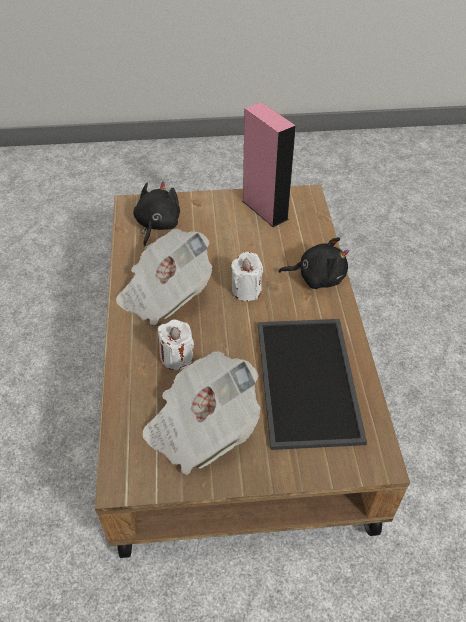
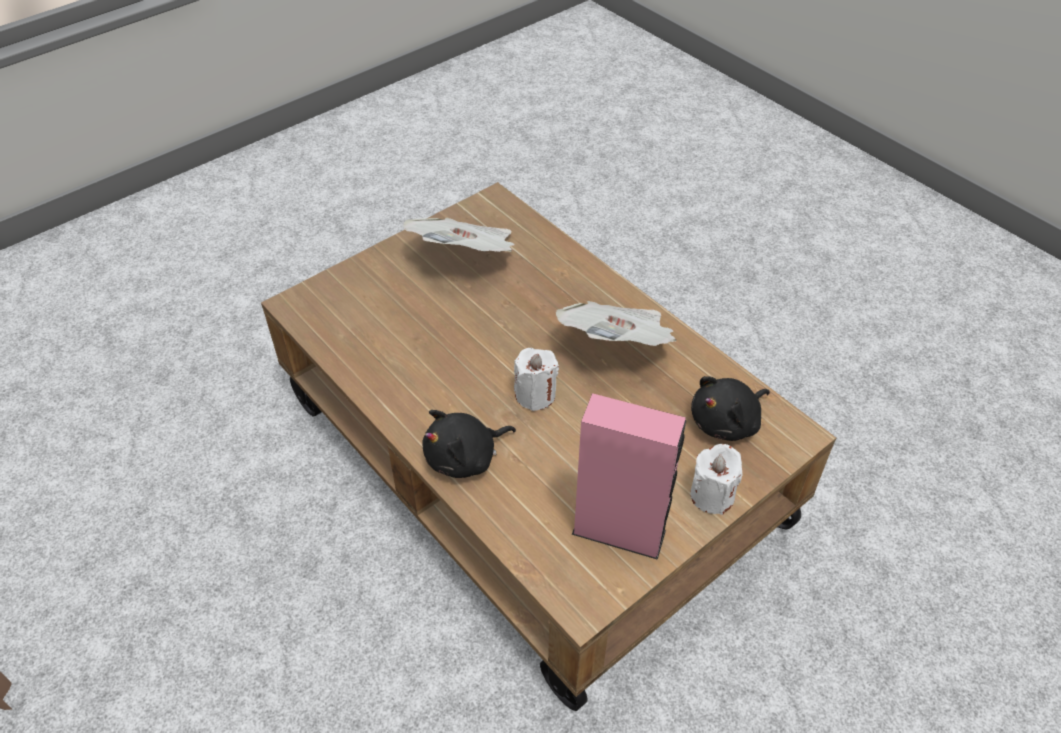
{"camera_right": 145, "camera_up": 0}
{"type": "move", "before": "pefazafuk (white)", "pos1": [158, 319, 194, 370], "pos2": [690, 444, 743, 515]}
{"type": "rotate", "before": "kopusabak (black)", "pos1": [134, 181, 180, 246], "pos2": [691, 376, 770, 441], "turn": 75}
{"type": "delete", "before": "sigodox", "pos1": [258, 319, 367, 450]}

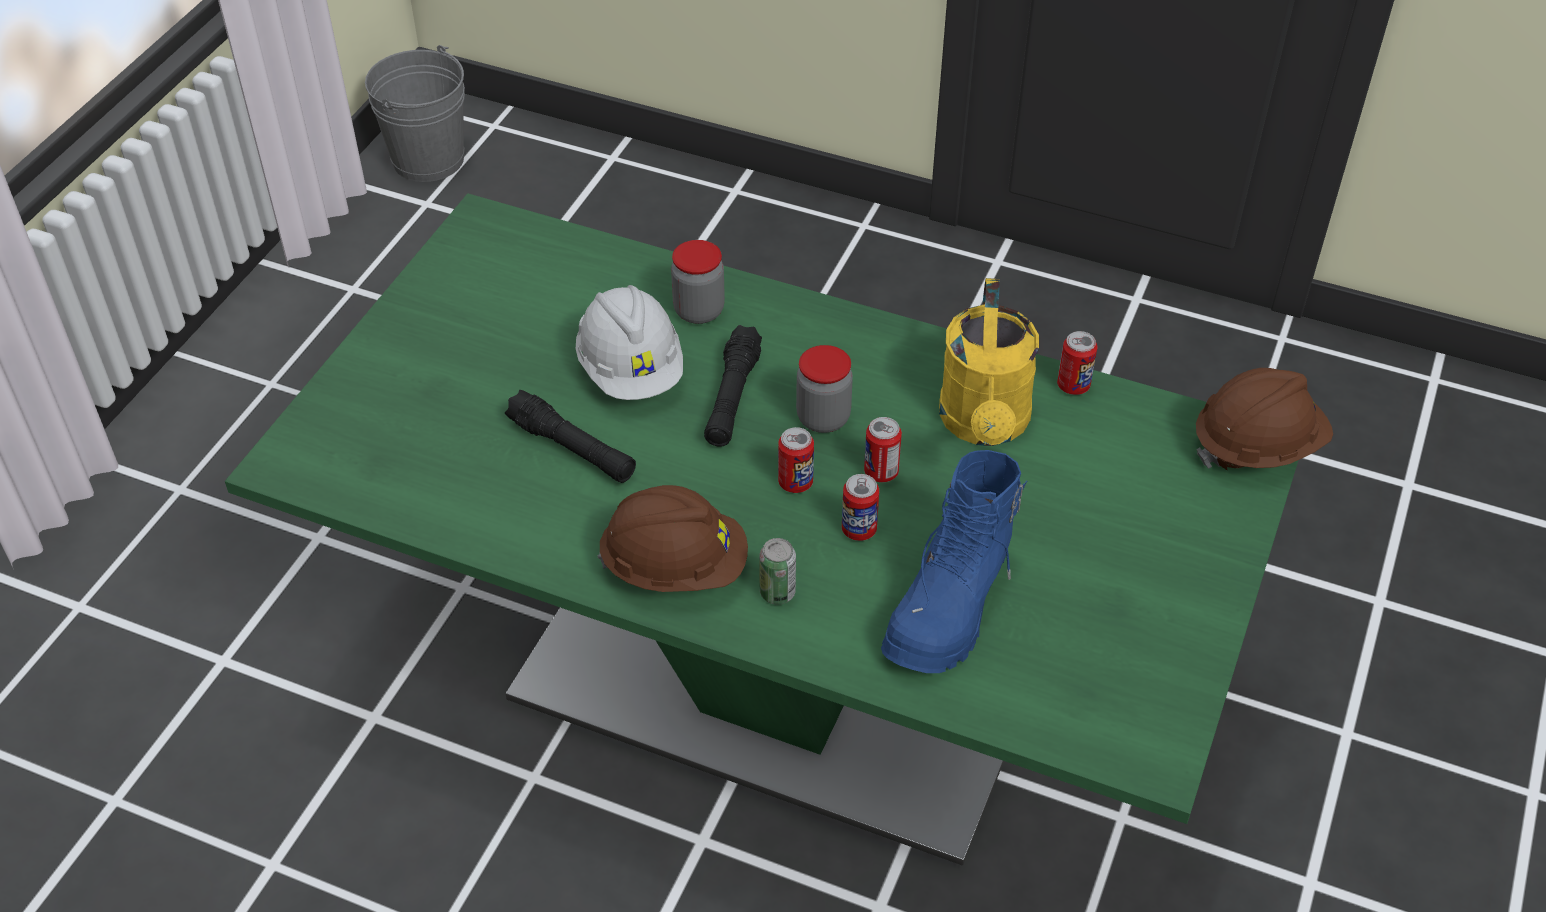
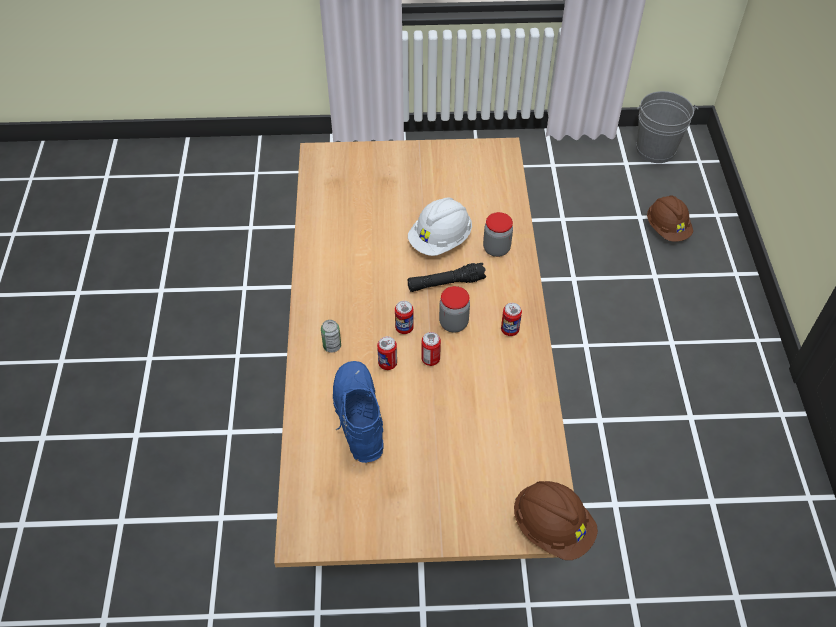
{"camera_right": 65, "camera_up": 5}
{"type": "recolor", "before": "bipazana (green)", "after": "bipazana (beige)", "pos1": [225, 193, 1298, 865], "pos2": [274, 138, 582, 567]}
{"type": "rotate", "before": "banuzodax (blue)", "pos1": [881, 450, 1027, 673], "pos2": [333, 361, 384, 463], "turn": 75}
{"type": "move", "before": "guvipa", "pos1": [1057, 331, 1097, 395], "pos2": [501, 303, 522, 336]}
{"type": "move", "before": "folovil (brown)", "pos1": [598, 485, 748, 592], "pos2": [647, 195, 693, 242]}
{"type": "delete", "before": "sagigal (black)", "pos1": [505, 390, 636, 483]}
{"type": "delete", "before": "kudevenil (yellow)", "pos1": [939, 278, 1039, 446]}

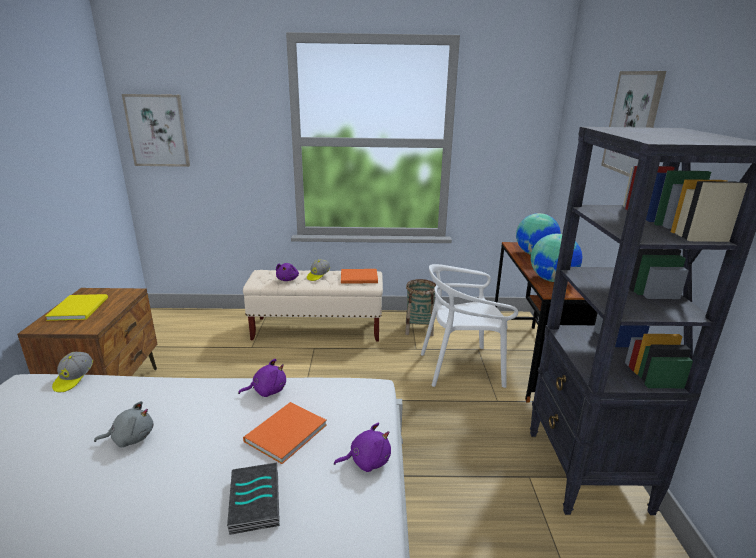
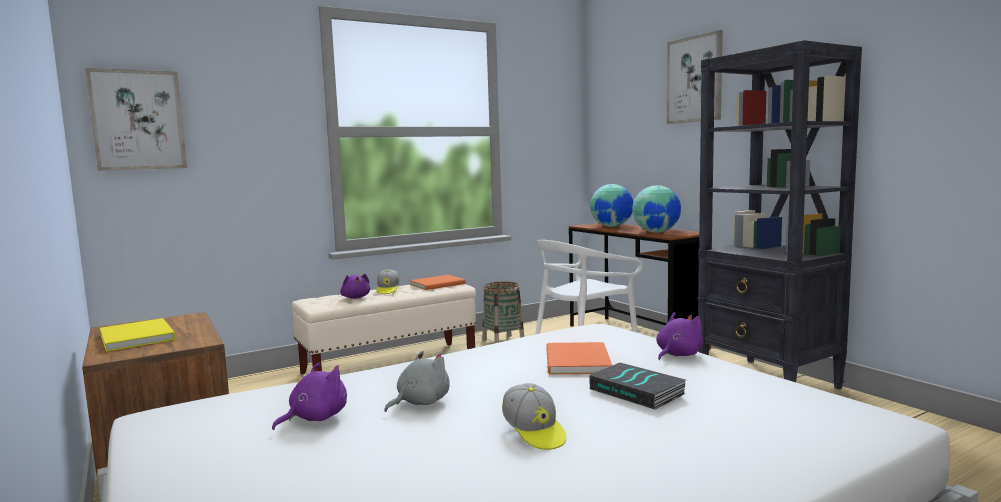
{"camera_right": -30, "camera_up": -15}
{"type": "move", "before": "kopusabak (purple)", "pos1": [238, 359, 286, 397], "pos2": [272, 362, 347, 430]}
{"type": "move", "before": "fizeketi", "pos1": [52, 352, 93, 392], "pos2": [502, 383, 566, 450]}

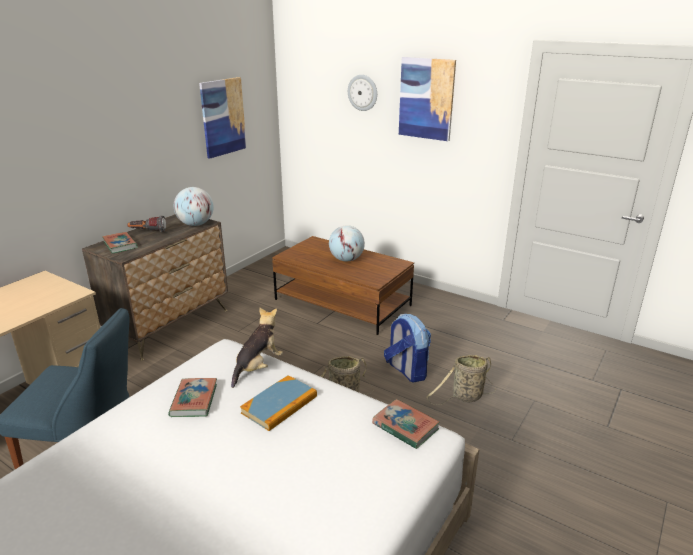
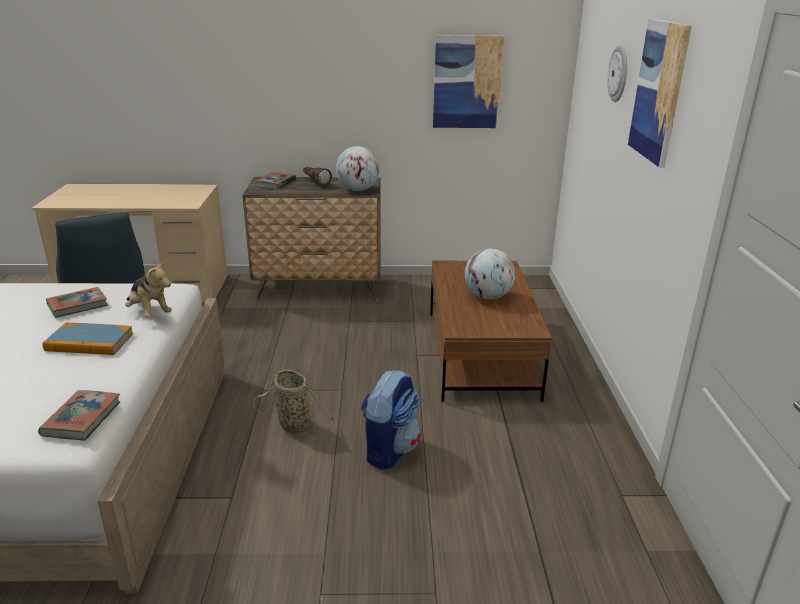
{"camera_right": 55, "camera_up": 0}
{"type": "rotate", "before": "kopusabak", "pos1": [231, 307, 283, 388], "pos2": [125, 261, 172, 317], "turn": 45}
{"type": "delete", "before": "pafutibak", "pos1": [426, 355, 496, 405]}

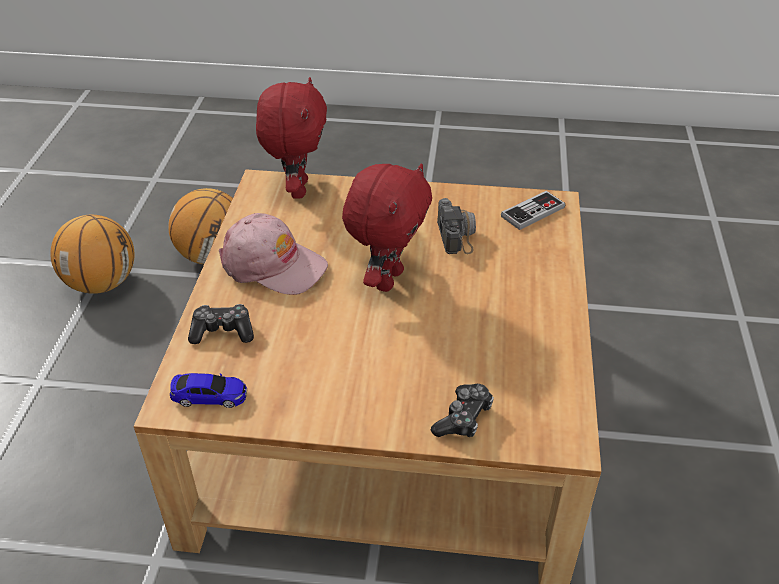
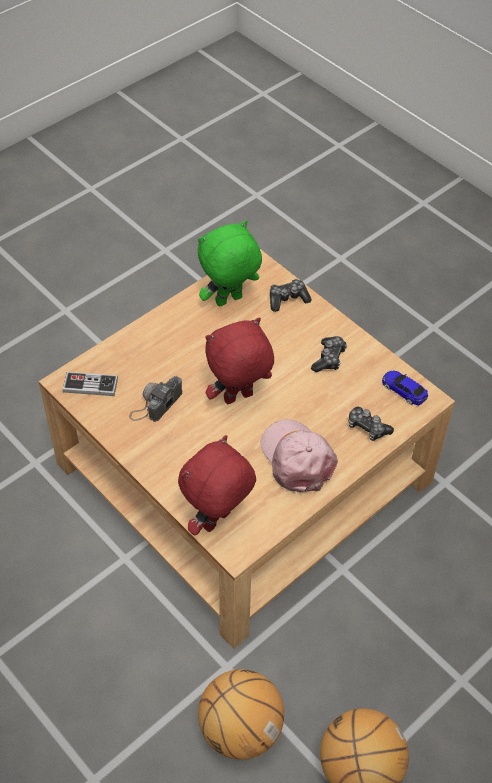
{"camera_right": -140, "camera_up": 10}
{"type": "insert", "after": "kopusabak (green)", "pos2": [198, 220, 262, 307]}
{"type": "insert", "after": "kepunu", "pos2": [311, 336, 347, 372]}

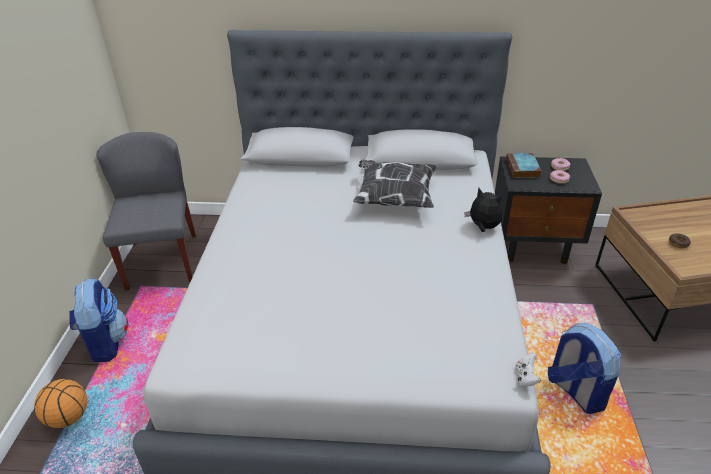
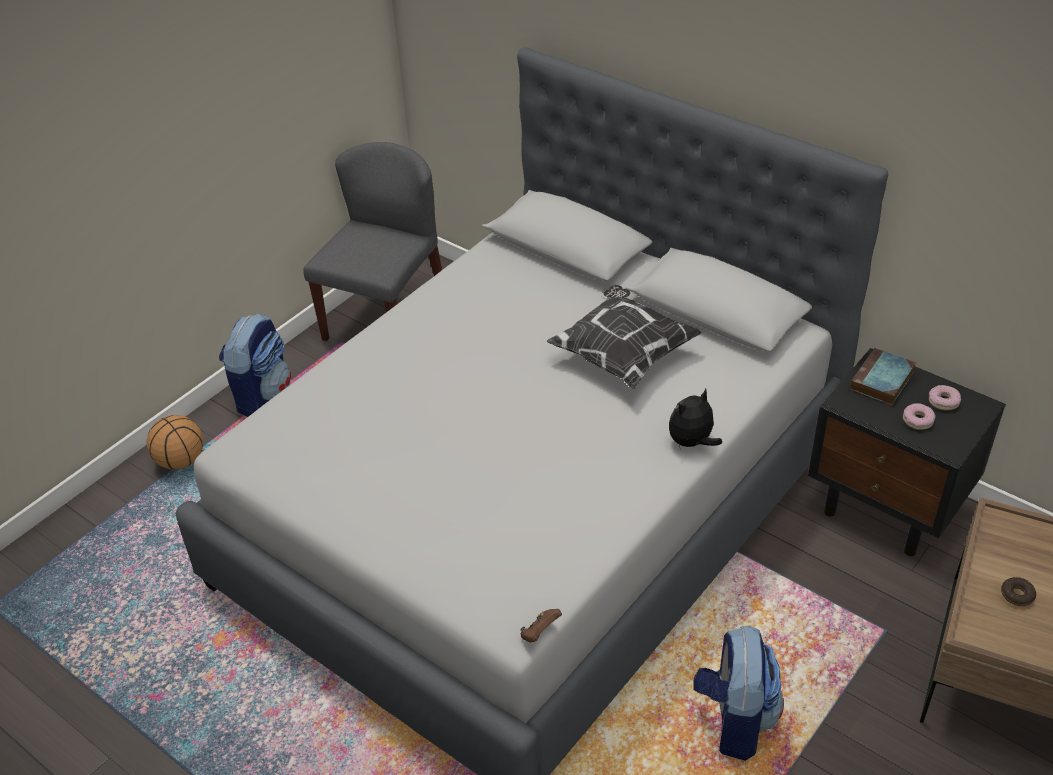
{"camera_right": 35, "camera_up": 5}
{"type": "recolor", "before": "kepunu (white)", "after": "kepunu (brown)", "pos1": [515, 353, 541, 387], "pos2": [520, 609, 562, 642]}
{"type": "rotate", "before": "kopusabak", "pos1": [464, 188, 503, 232], "pos2": [669, 389, 722, 447], "turn": -105}

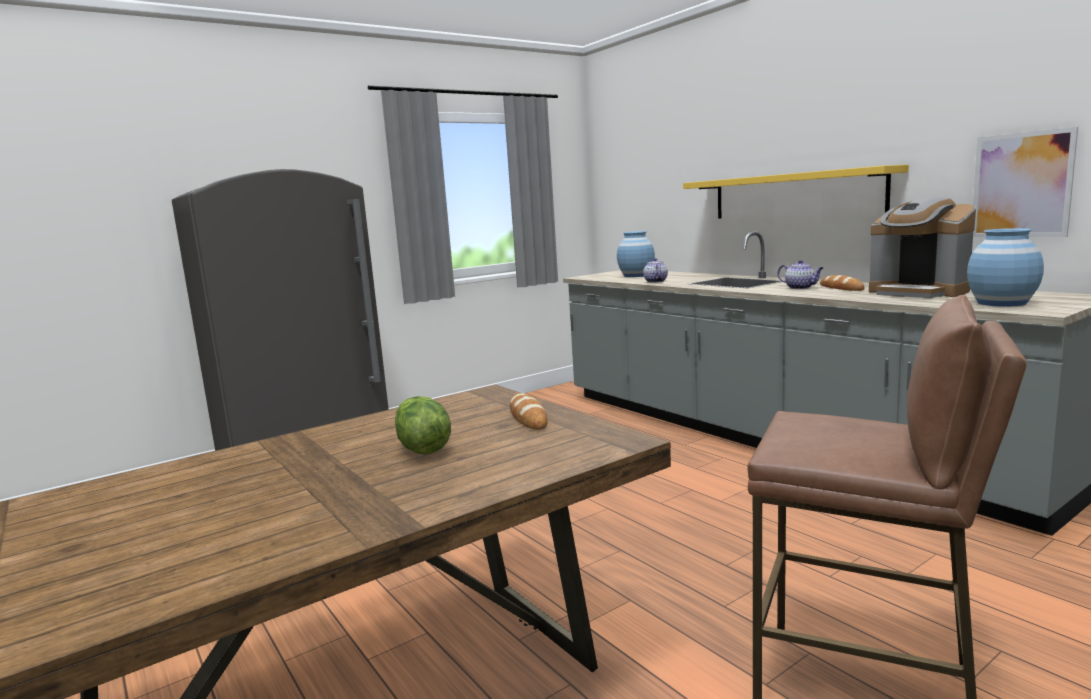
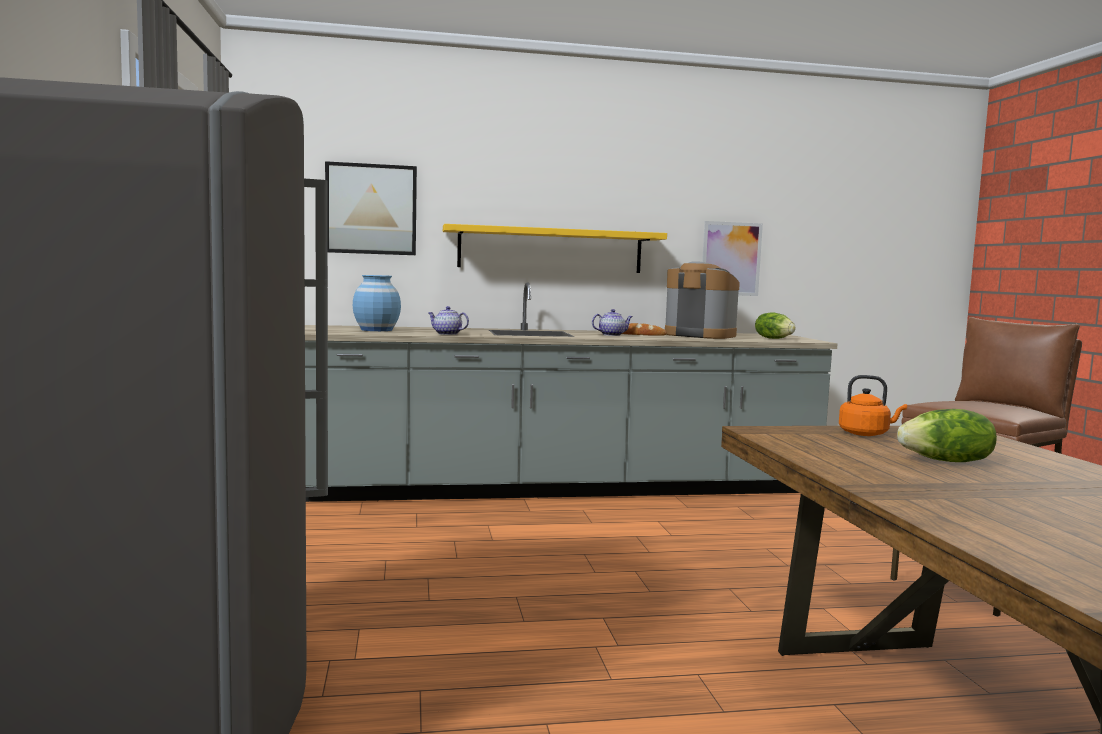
{"camera_right": -65, "camera_up": -5}
{"type": "insert", "after": "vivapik", "pos2": [325, 161, 417, 255]}
{"type": "rotate", "before": "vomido", "pos1": [869, 197, 976, 298], "pos2": [665, 261, 740, 339], "turn": -135}
{"type": "replace", "before": "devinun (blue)", "after": "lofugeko", "pos1": [967, 228, 1044, 307], "pos2": [755, 312, 796, 339]}
{"type": "replace", "before": "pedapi", "after": "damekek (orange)", "pos1": [510, 393, 548, 430], "pos2": [839, 375, 907, 436]}

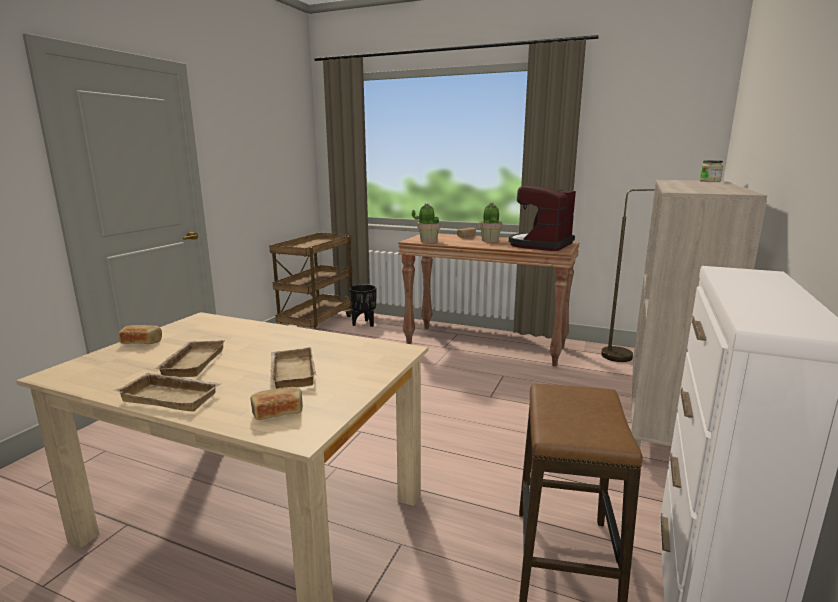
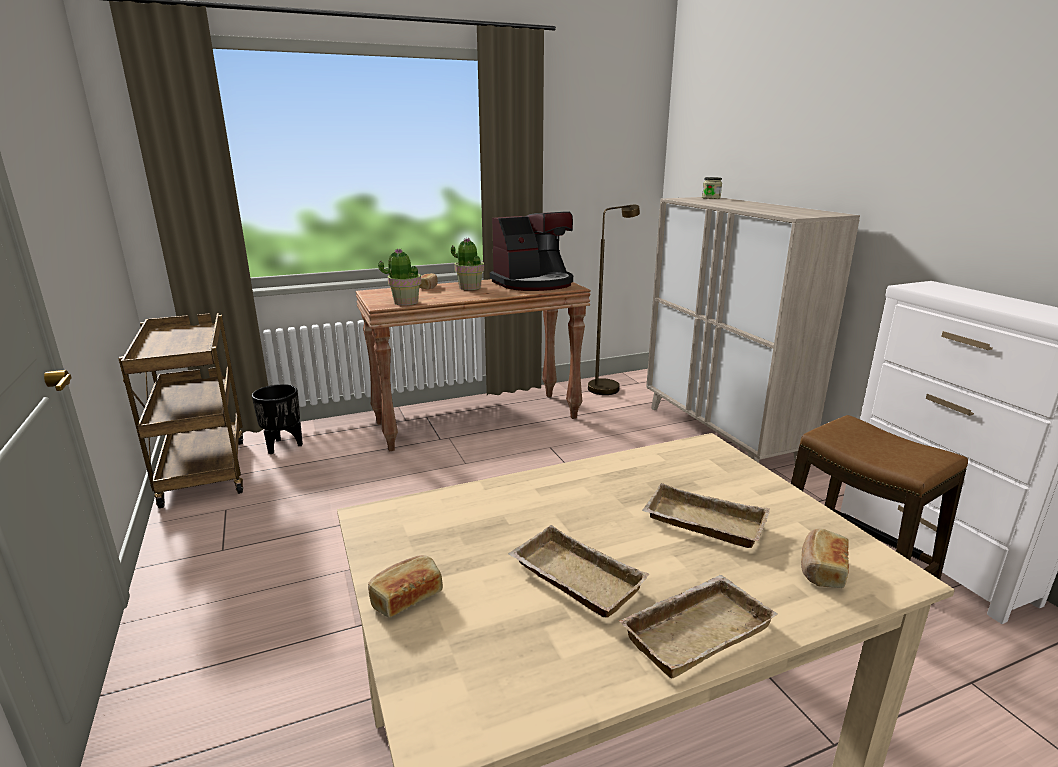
{"camera_right": -45, "camera_up": 5}
{"type": "rotate", "before": "vomido", "pos1": [509, 185, 576, 251], "pos2": [490, 212, 573, 291], "turn": -105}

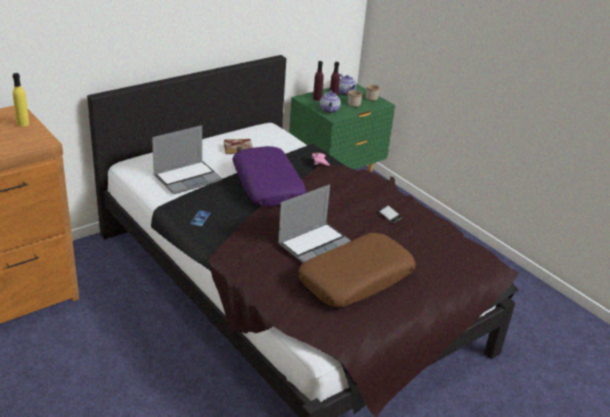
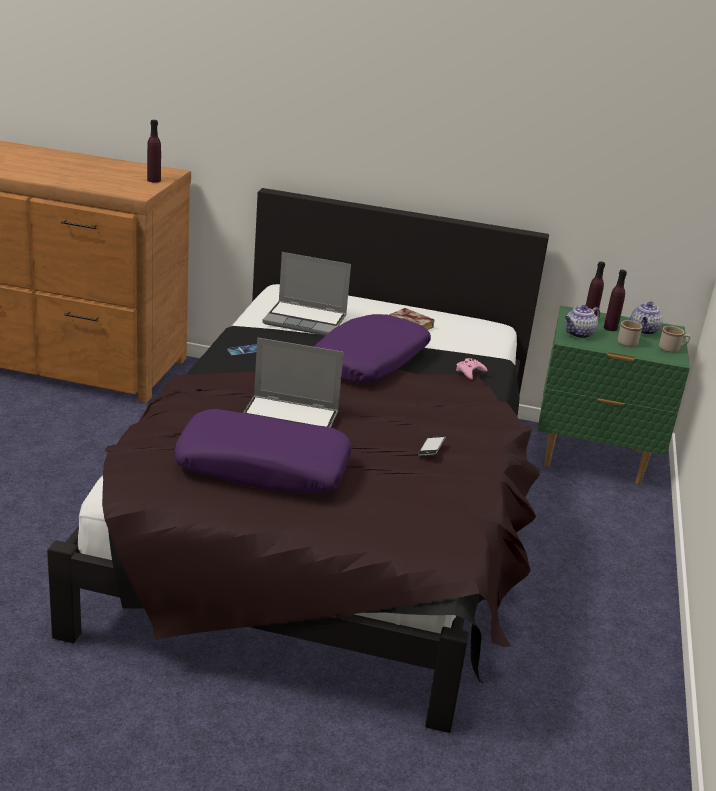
{"camera_right": 50, "camera_up": -5}
{"type": "recolor", "before": "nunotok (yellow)", "after": "nunotok (purple)", "pos1": [13, 73, 30, 127], "pos2": [147, 120, 161, 183]}
{"type": "recolor", "before": "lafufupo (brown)", "after": "lafufupo (purple)", "pos1": [298, 233, 415, 308], "pos2": [174, 409, 351, 494]}

